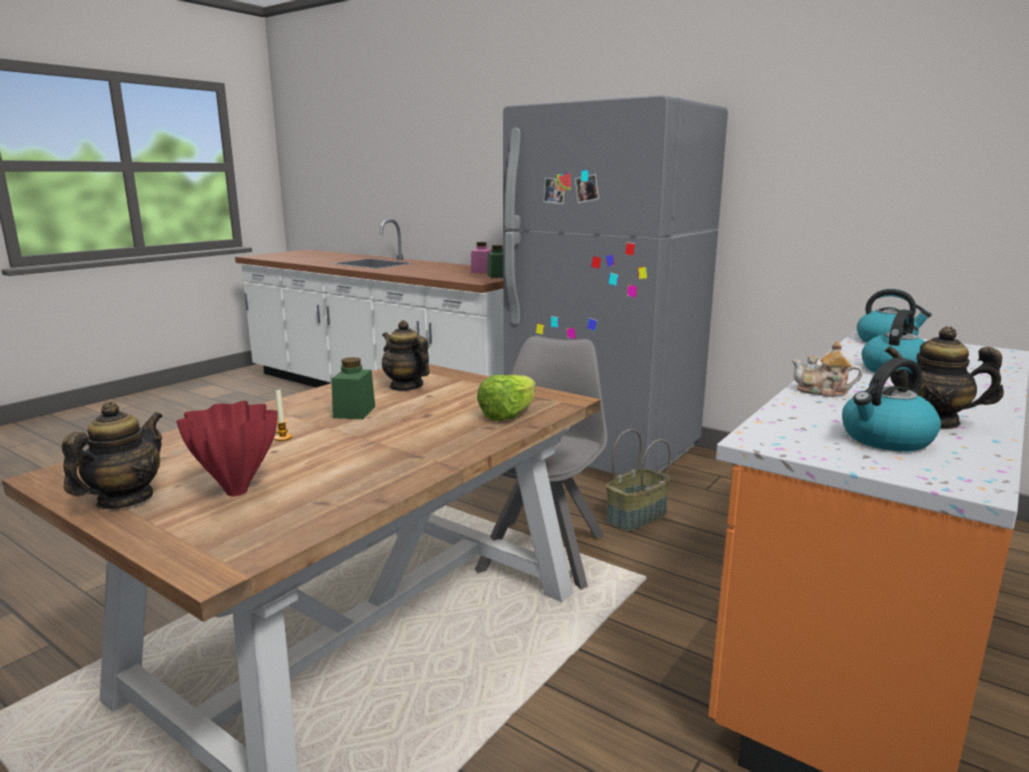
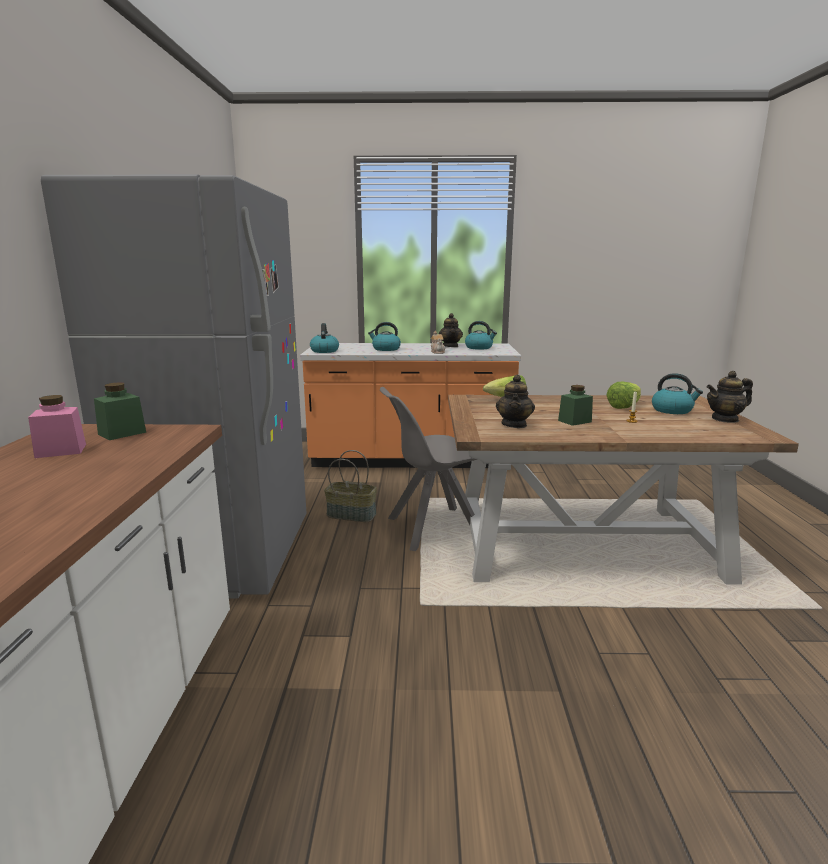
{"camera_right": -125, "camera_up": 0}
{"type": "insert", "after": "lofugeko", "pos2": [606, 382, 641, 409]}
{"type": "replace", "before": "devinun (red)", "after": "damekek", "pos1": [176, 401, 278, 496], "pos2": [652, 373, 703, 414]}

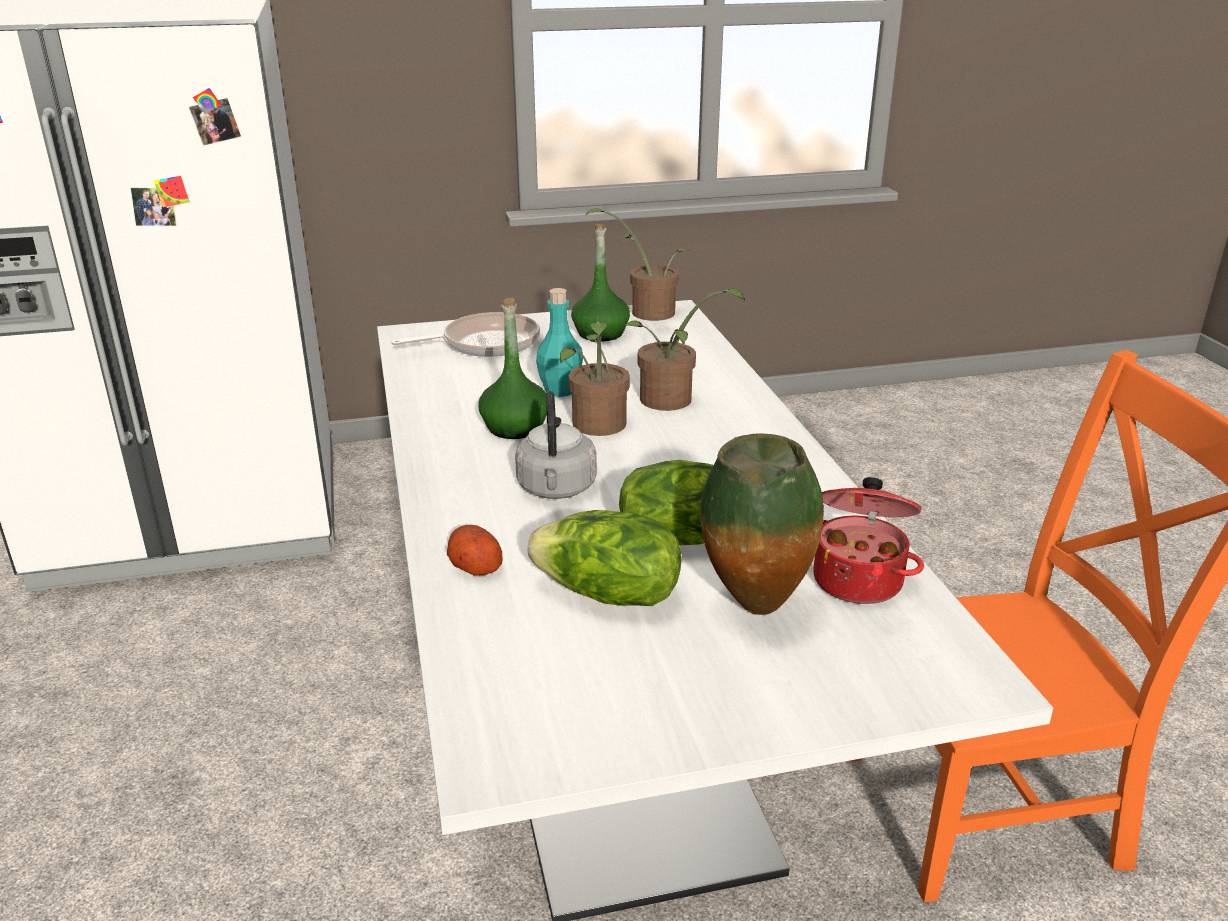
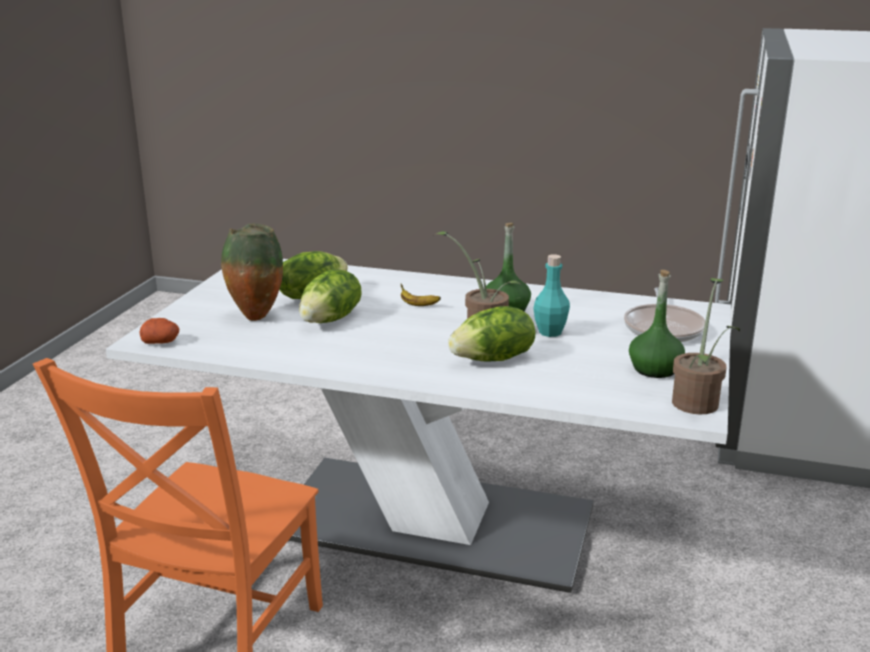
{"camera_right": 120, "camera_up": -5}
{"type": "move", "before": "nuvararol", "pos1": [447, 525, 502, 576], "pos2": [139, 318, 179, 344]}
{"type": "replace", "before": "damekek (grey)", "after": "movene", "pos1": [515, 391, 597, 499], "pos2": [401, 284, 441, 306]}
{"type": "replace", "before": "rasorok", "after": "lofugeko", "pos1": [624, 288, 745, 411], "pos2": [448, 306, 535, 362]}
{"type": "delete", "before": "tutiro", "pos1": [813, 477, 924, 604]}

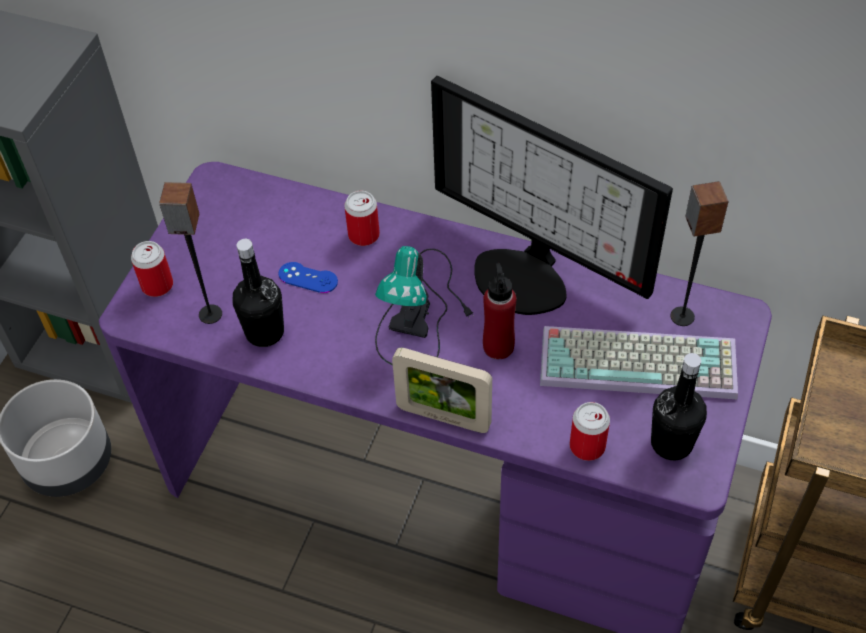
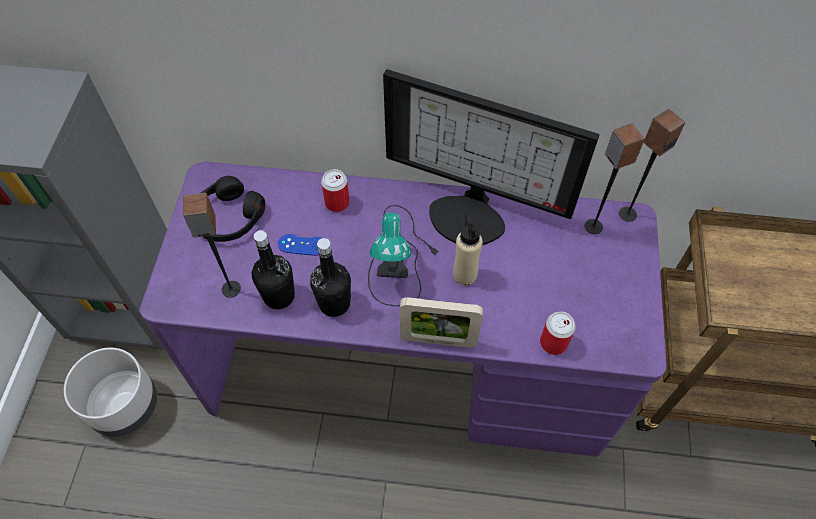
{"camera_right": -15, "camera_up": 5}
{"type": "insert", "after": "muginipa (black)", "pos2": [201, 176, 265, 242]}
{"type": "move", "before": "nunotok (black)", "pos1": [651, 353, 707, 460], "pos2": [310, 238, 351, 317]}
{"type": "recolor", "before": "nunotok (red)", "after": "nunotok (beige)", "pos1": [483, 263, 516, 359], "pos2": [453, 214, 483, 285]}
{"type": "insert", "after": "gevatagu", "pos2": [619, 109, 685, 222]}
{"type": "delete", "before": "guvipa", "pos1": [131, 241, 173, 297]}
{"type": "delete", "before": "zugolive", "pos1": [540, 326, 738, 399]}

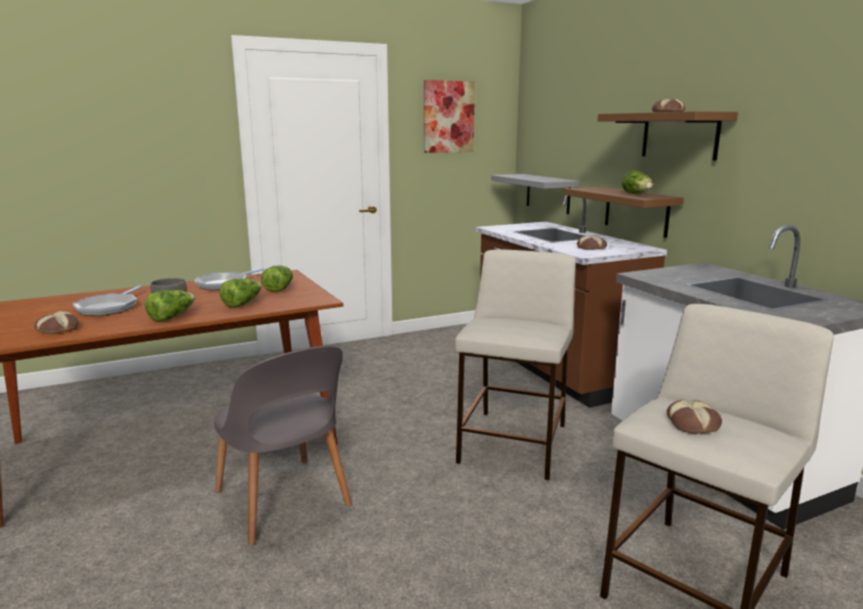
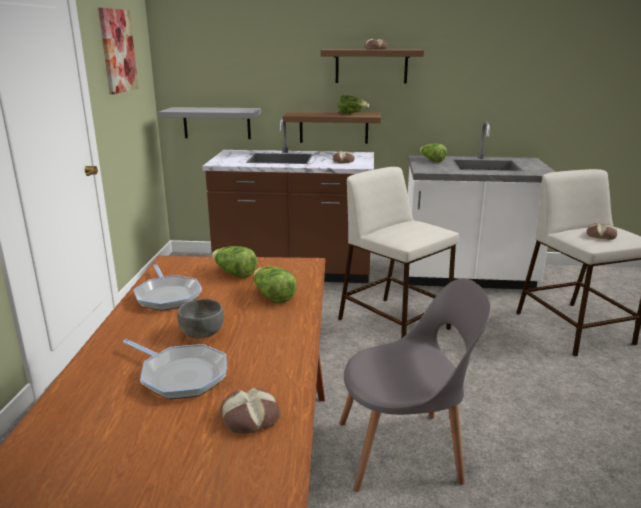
{"camera_right": -60, "camera_up": 5}
{"type": "move", "before": "lofugeko", "pos1": [144, 290, 196, 322], "pos2": [420, 143, 447, 162]}

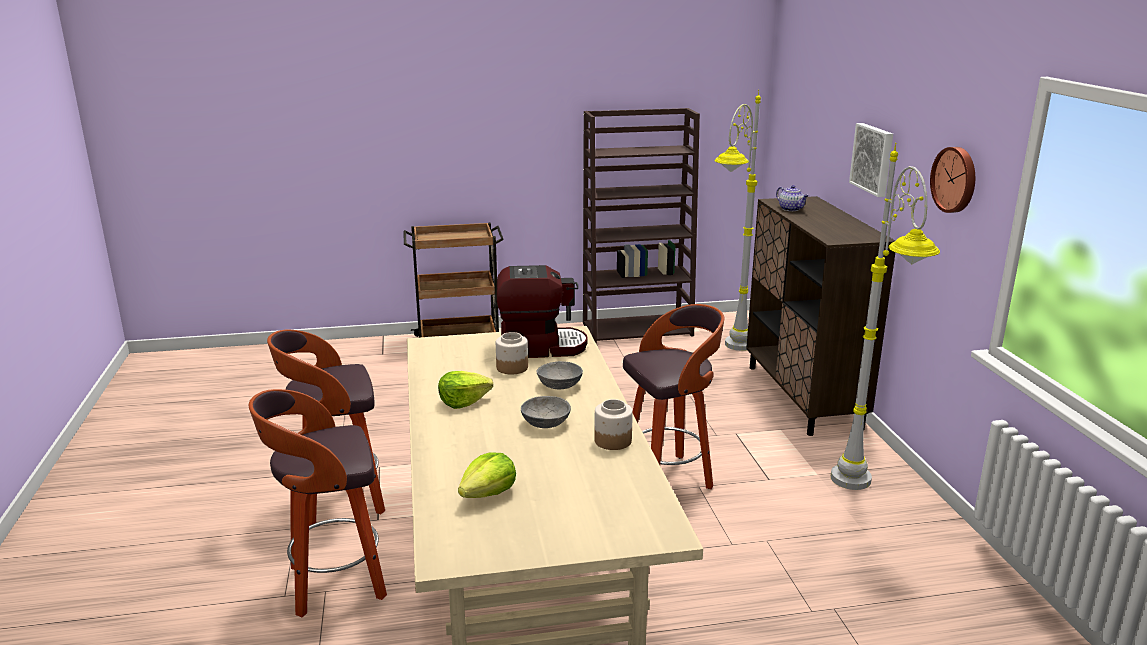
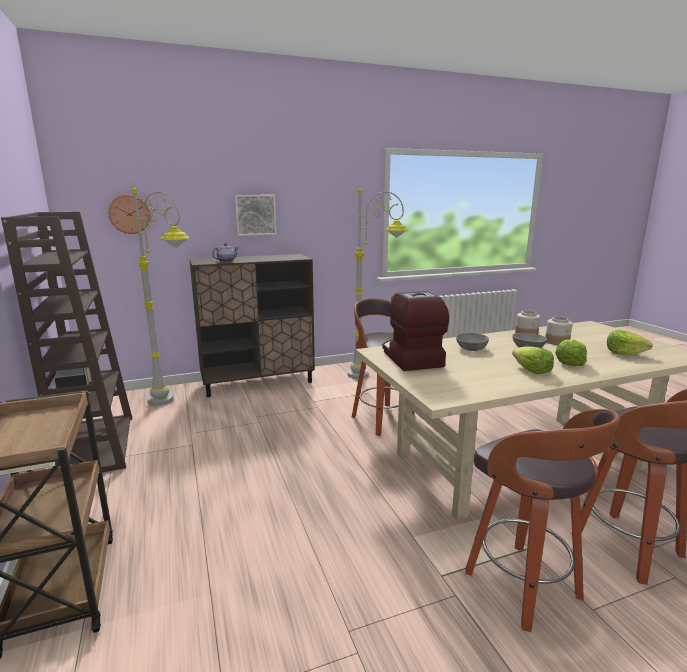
{"camera_right": -100, "camera_up": -5}
{"type": "move", "before": "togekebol", "pos1": [930, 147, 975, 213], "pos2": [108, 195, 150, 234]}
{"type": "move", "before": "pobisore", "pos1": [496, 332, 528, 374], "pos2": [545, 316, 572, 345]}
{"type": "insert", "after": "lofugeko", "pos2": [555, 339, 587, 366]}

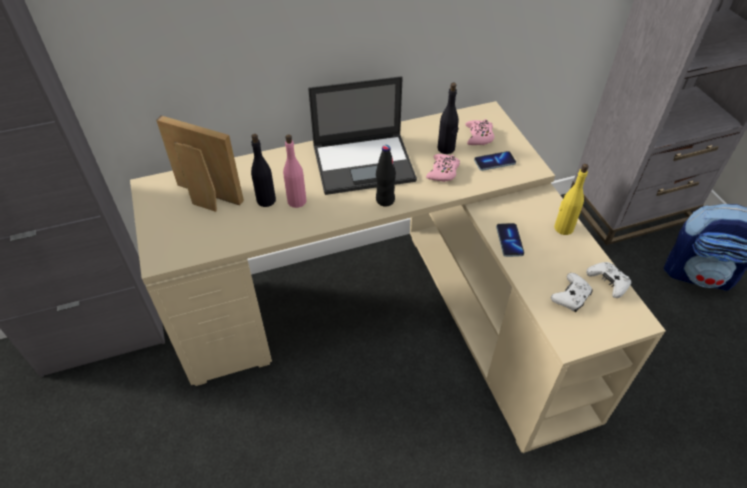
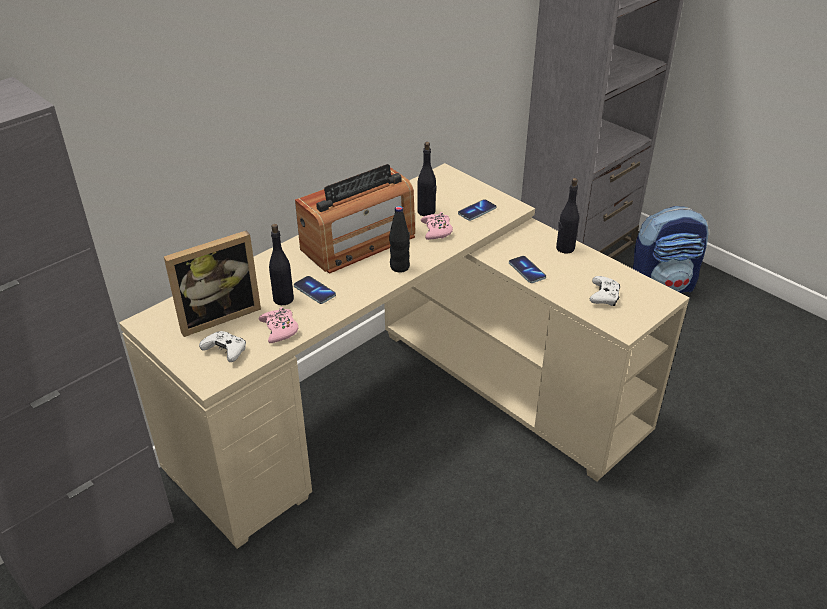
{"camera_right": -25, "camera_up": -10}
{"type": "rotate", "before": "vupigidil", "pos1": [156, 115, 244, 212], "pos2": [164, 230, 261, 337], "turn": 150}
{"type": "move", "before": "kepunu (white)", "pos1": [586, 262, 632, 298], "pos2": [199, 331, 246, 362]}
{"type": "move", "before": "kepunu (pink)", "pos1": [465, 119, 494, 145], "pos2": [259, 307, 299, 343]}
{"type": "replace", "before": "nunotok (pink)", "after": "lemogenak", "pos1": [283, 134, 307, 208], "pos2": [294, 276, 336, 304]}
{"type": "replace", "before": "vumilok", "after": "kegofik", "pos1": [308, 76, 417, 195], "pos2": [295, 164, 415, 274]}
{"type": "recolor", "before": "nunotok (yellow)", "after": "nunotok (black)", "pos1": [554, 164, 589, 235], "pos2": [556, 178, 579, 253]}

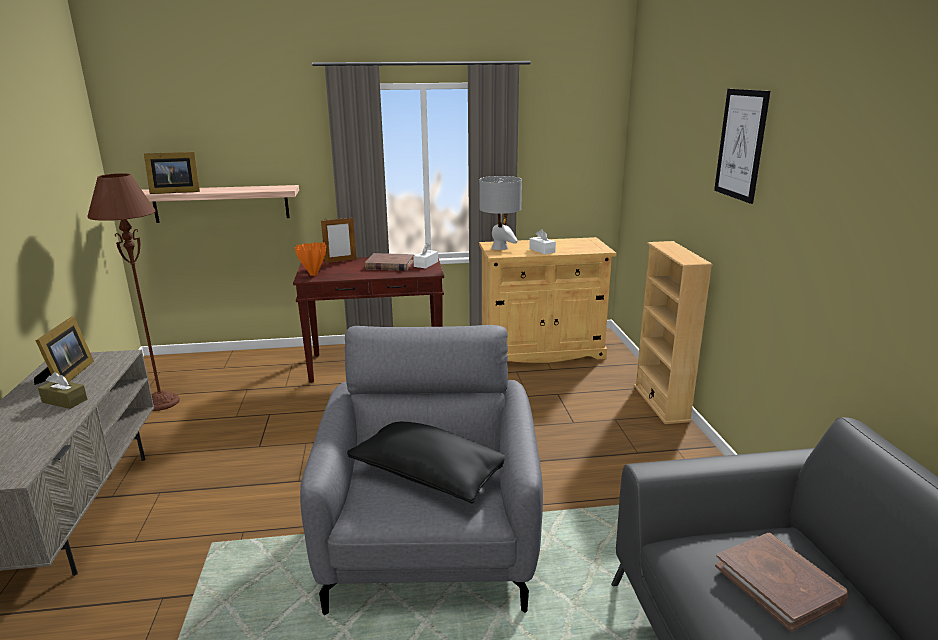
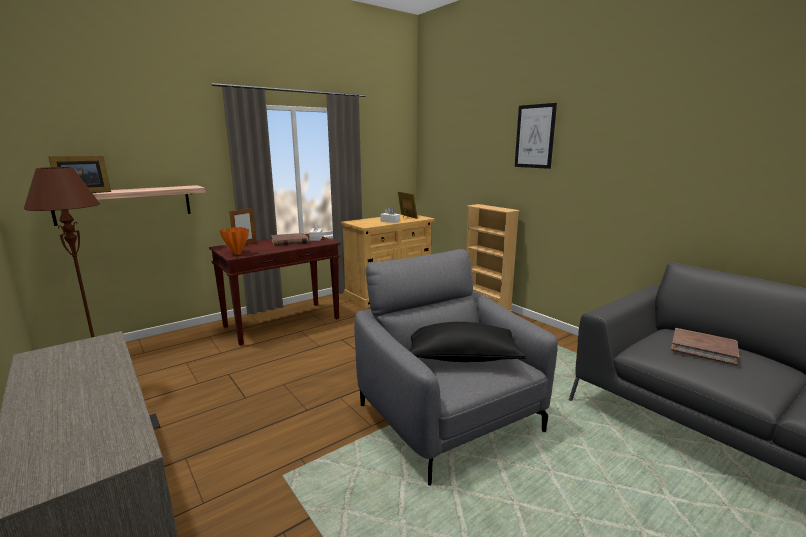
{"camera_right": -30, "camera_up": -5}
{"type": "move", "before": "vupigidil", "pos1": [34, 316, 94, 385], "pos2": [398, 191, 417, 219]}
{"type": "delete", "before": "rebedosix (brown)", "pos1": [38, 372, 88, 409]}
{"type": "delete", "before": "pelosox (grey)", "pos1": [479, 176, 522, 250]}

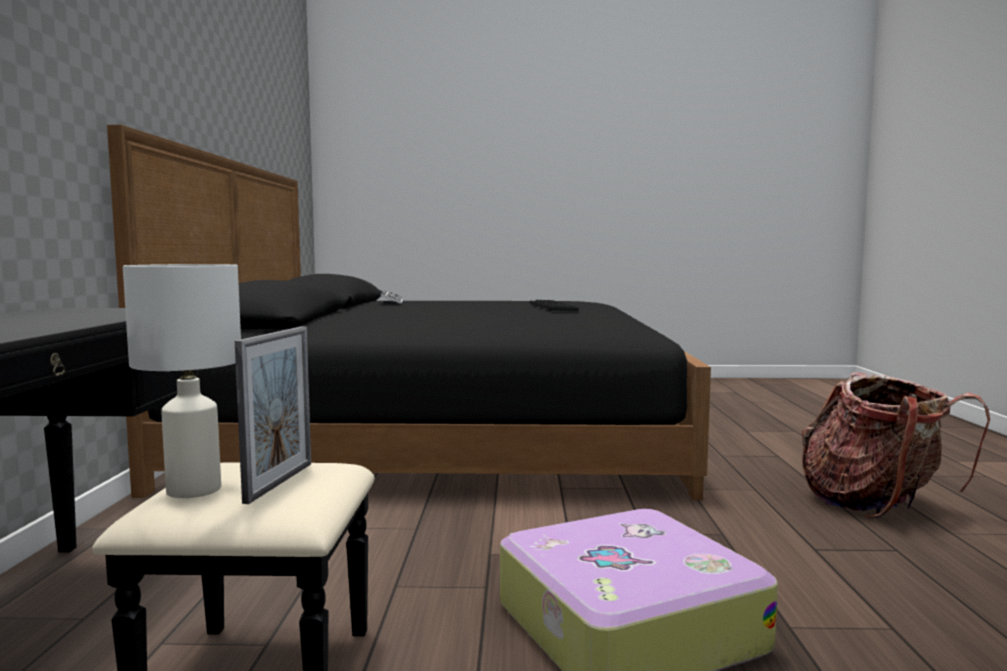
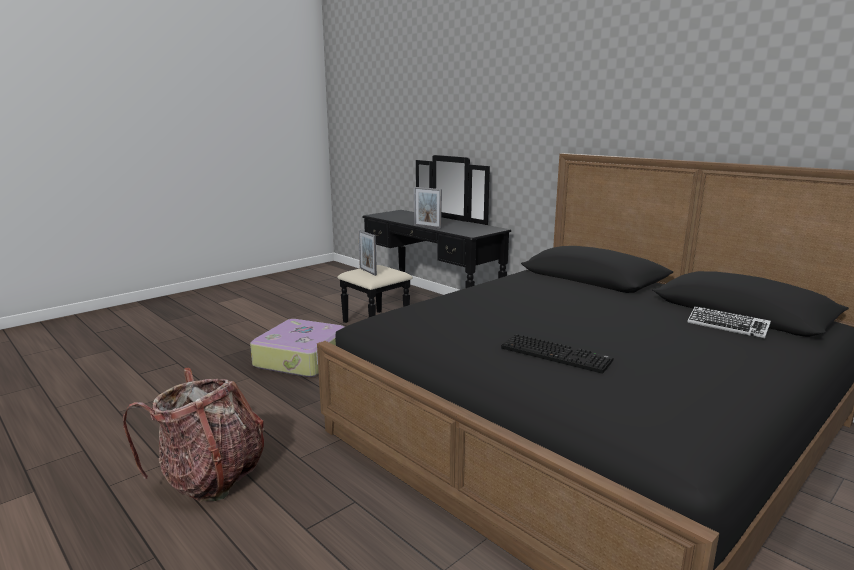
{"camera_right": 135, "camera_up": 10}
{"type": "insert", "after": "vupigidil", "pos2": [414, 187, 442, 229]}
{"type": "delete", "before": "pelosox (white)", "pos1": [123, 264, 241, 498]}

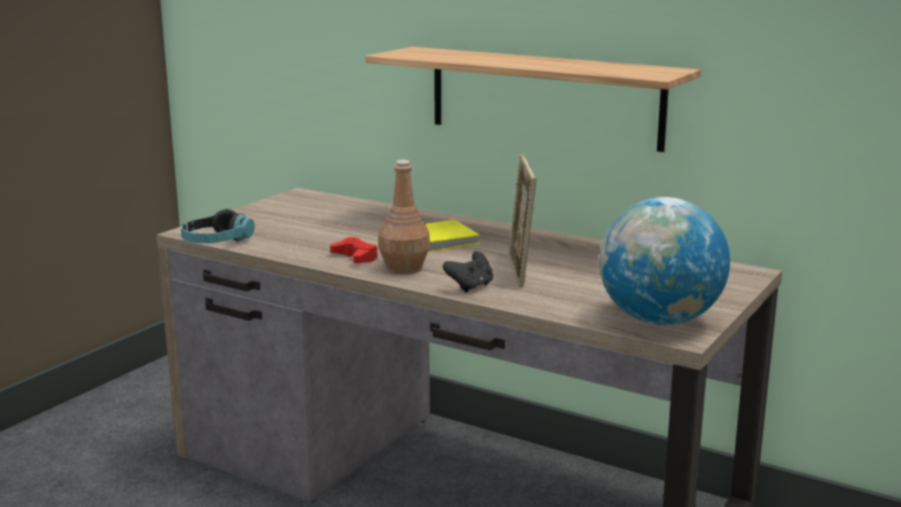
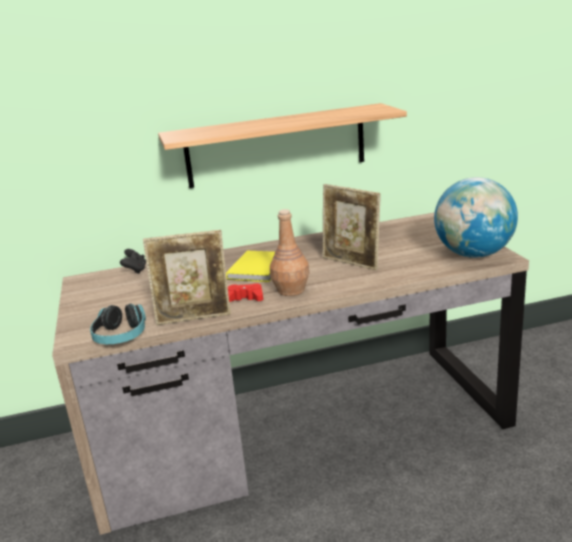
{"camera_right": -45, "camera_up": 5}
{"type": "move", "before": "kepunu (black)", "pos1": [443, 251, 493, 293], "pos2": [120, 249, 146, 274]}
{"type": "insert", "after": "vupigidil", "pos2": [143, 230, 231, 325]}

